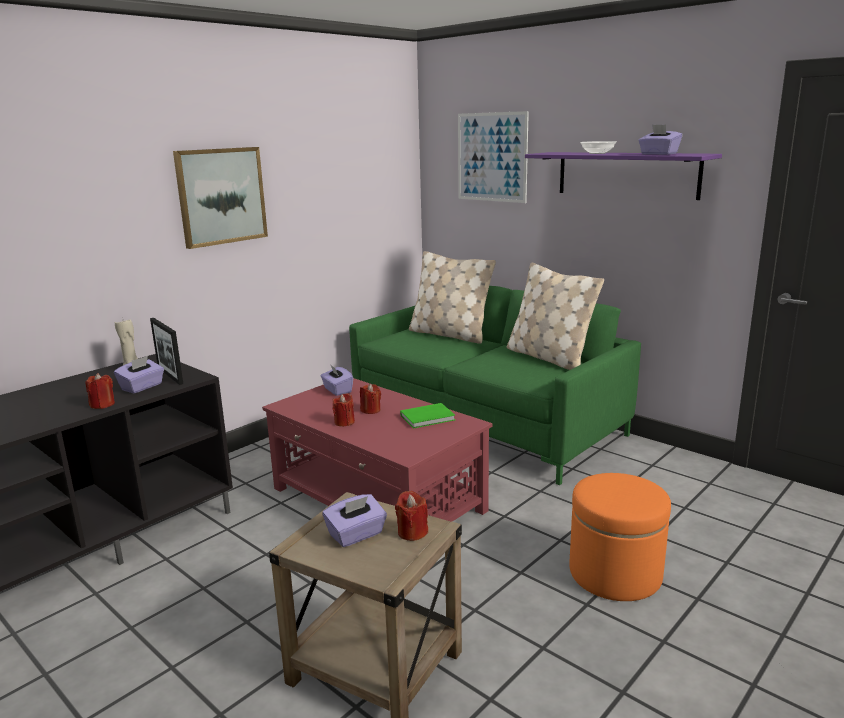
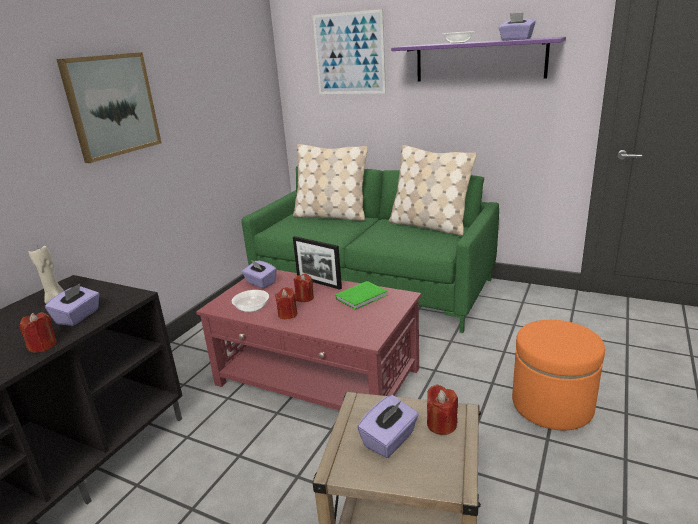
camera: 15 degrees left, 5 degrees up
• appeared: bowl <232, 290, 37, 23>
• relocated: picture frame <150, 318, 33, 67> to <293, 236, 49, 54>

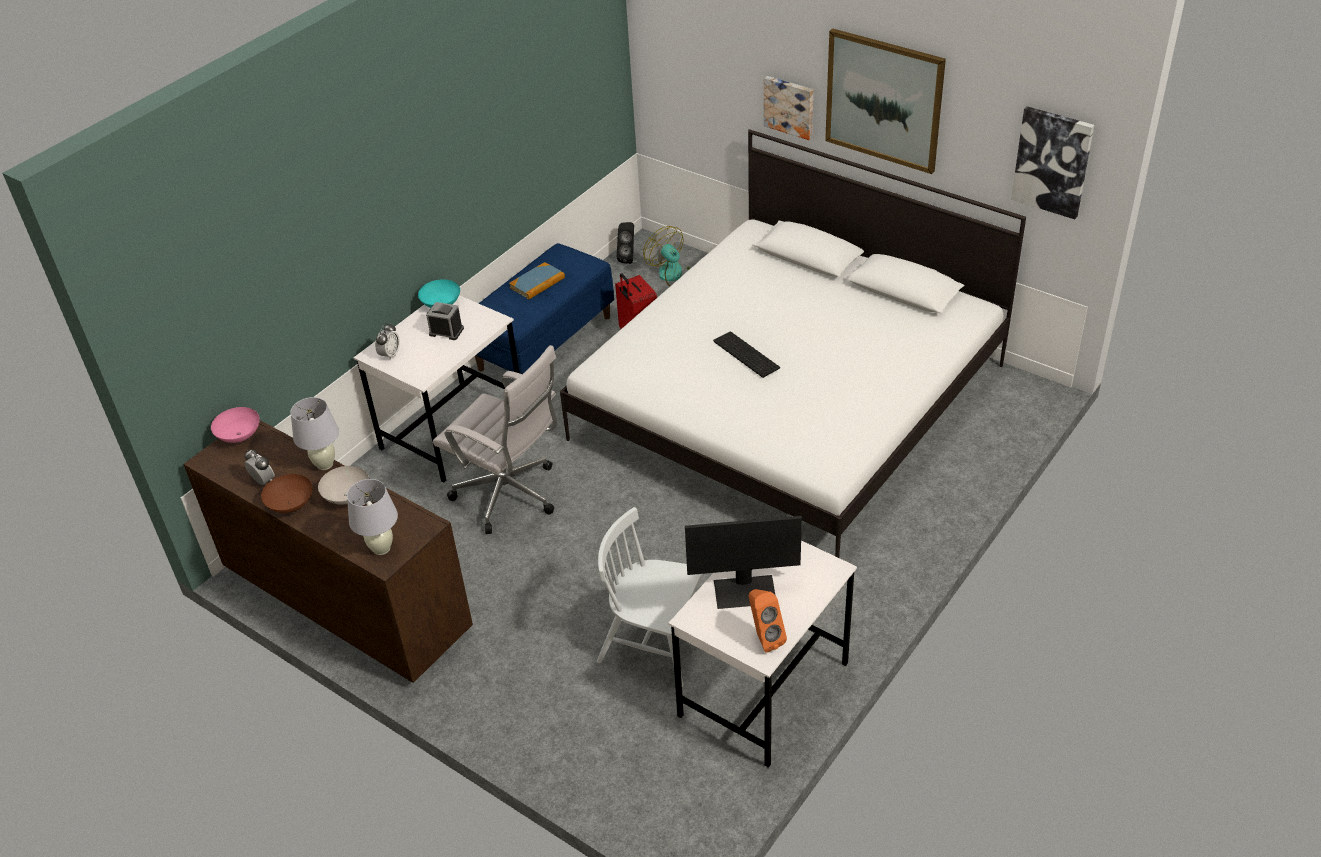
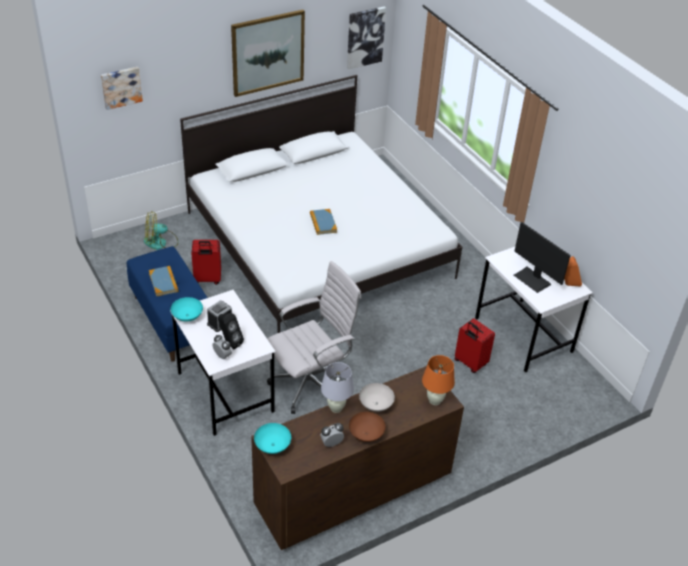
camera: 70 degrees left, 0 degrees up
• relocated: speaker/black <617, 222, 17, 42> to <218, 313, 26, 36>
• relocated: picture <764, 76, 49, 64> to <101, 67, 42, 43>
• exchanged: chair/white <597, 507, 106, 180> to suitcase/red <454, 318, 41, 55>
• exchanged: keyboard <713, 331, 67, 47> to book <310, 209, 27, 26>
• colour: bowl/pink <211, 407, 49, 36> to bowl/turquoise <254, 423, 37, 31>
• colour: table lamp/white <347, 479, 51, 76> to table lamp/orange <422, 355, 33, 50>
• spun: monitor <685, 516, 117, 93> = <514, 222, 56, 71> 120 degrees clockwise

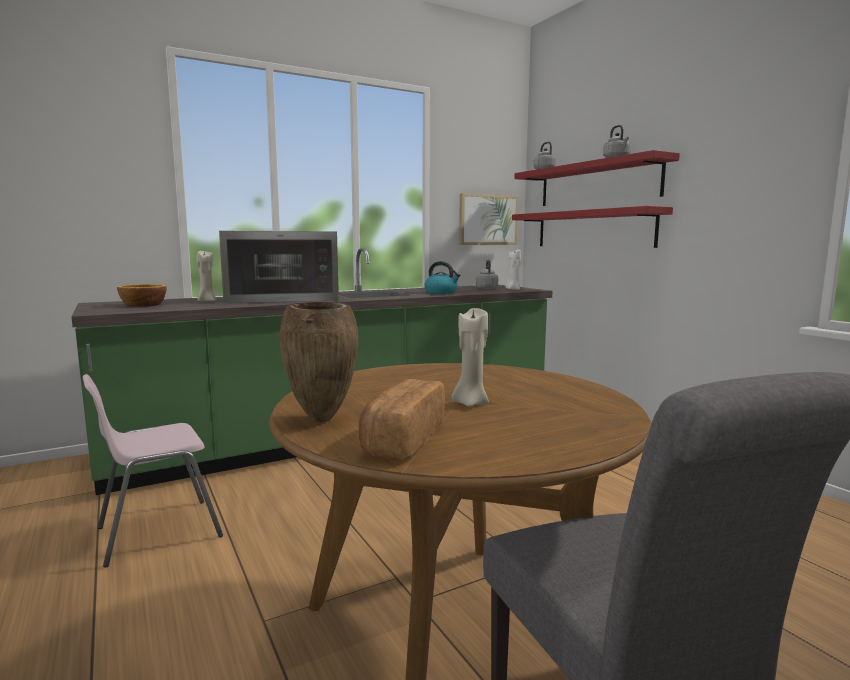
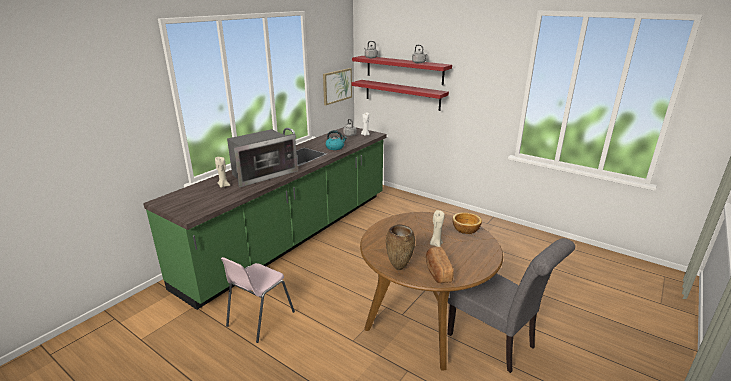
camera: 25 degrees left, 15 degrees up
• relocated: bowl <117, 284, 50, 23> to <452, 212, 30, 22>

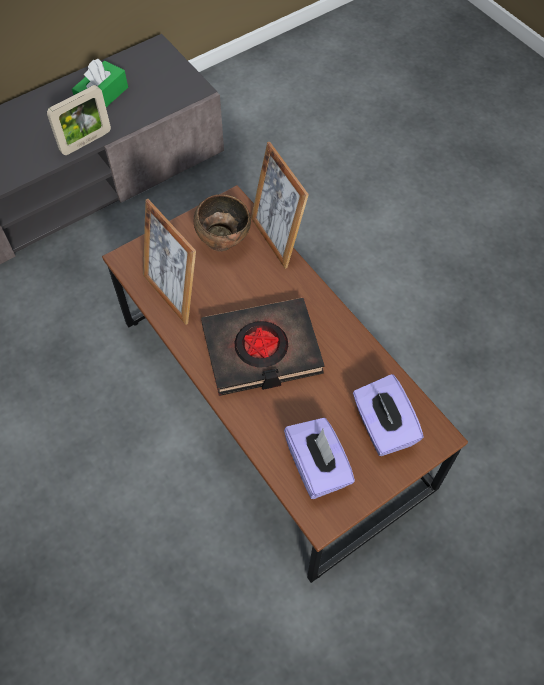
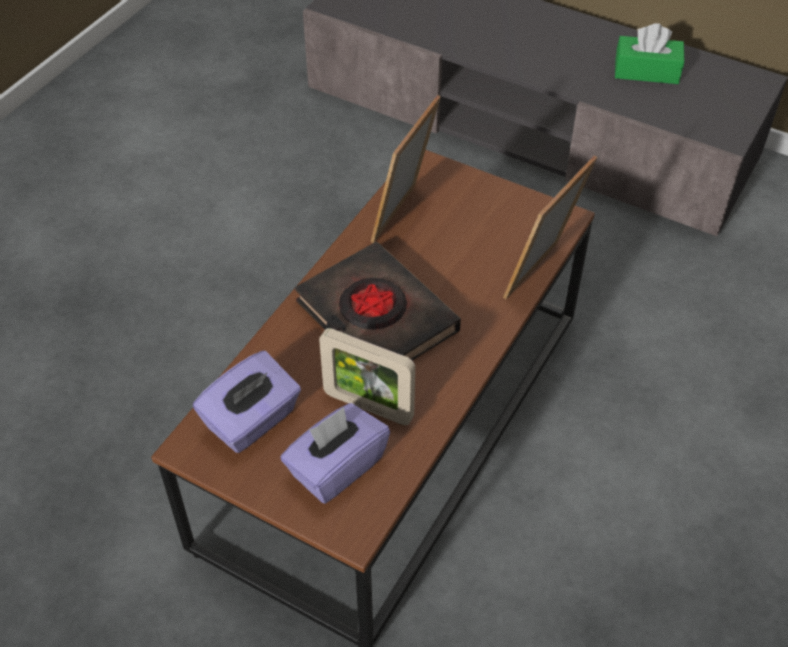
camera: 65 degrees right, 10 degrees down
• missing: bowl/brown <193, 194, 58, 58>
• relocated: picture frame <47, 85, 64, 70> to <319, 328, 96, 97>

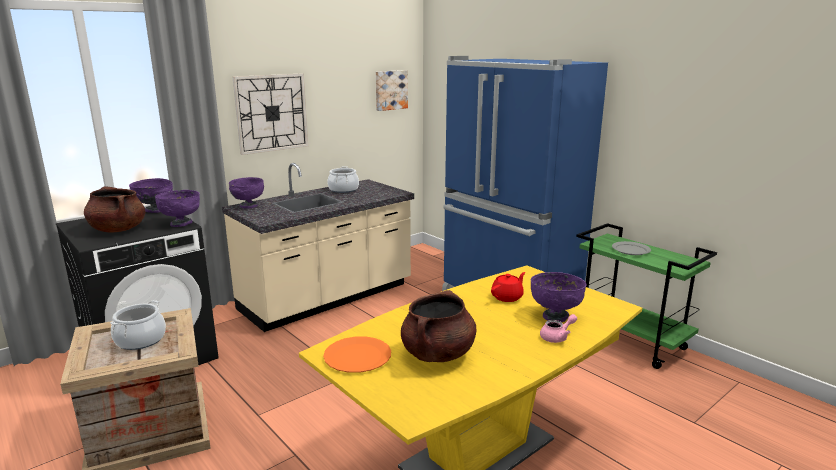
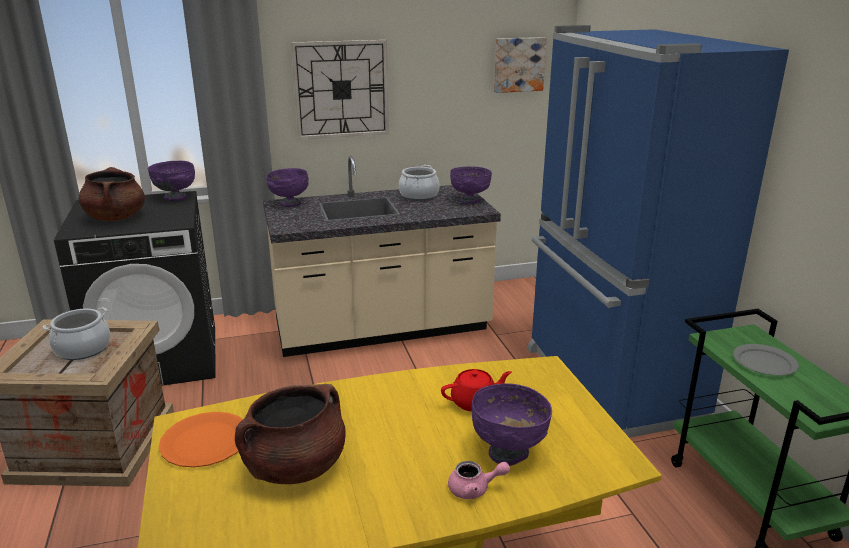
camera: 25 degrees right, 5 degrees up
• relocated: bowl/purple <155, 190, 45, 37> to <450, 166, 42, 38>

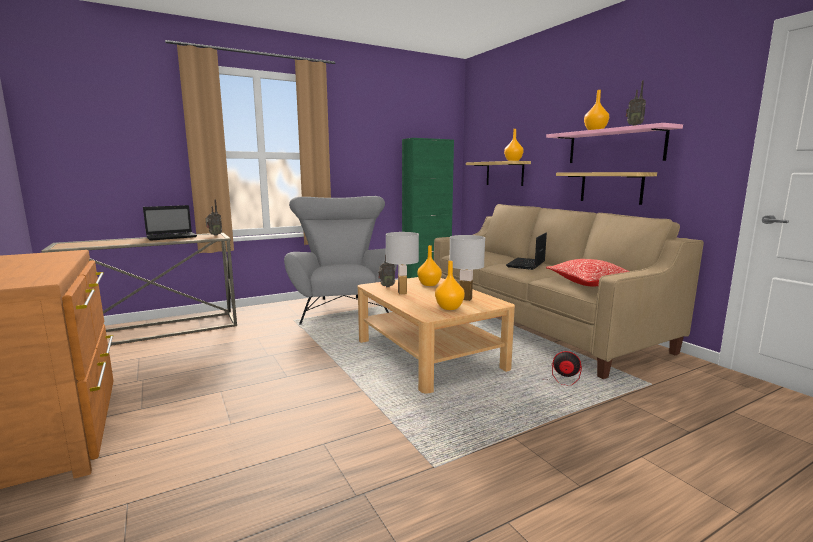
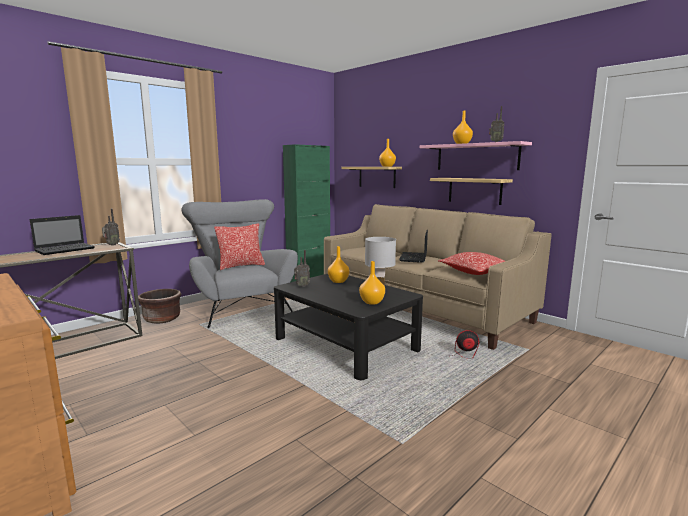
camera: 15 degrees left, 0 degrees up
• missing: table lamp/white <386, 232, 33, 62>
• appeared: planter/brown <138, 289, 43, 35>
• appeared: pillow <214, 223, 51, 47>
• colour: coffee table/beige <358, 277, 157, 117> to coffee table/black <274, 274, 149, 106>

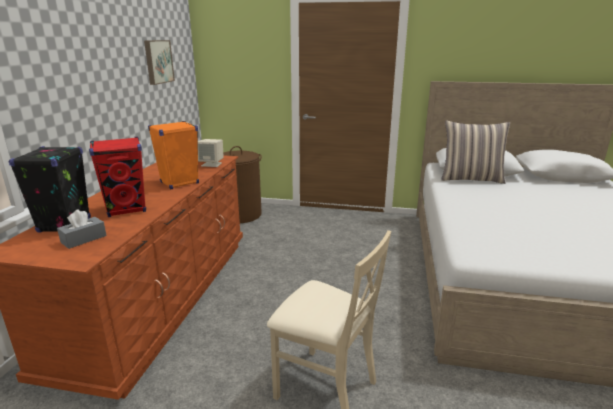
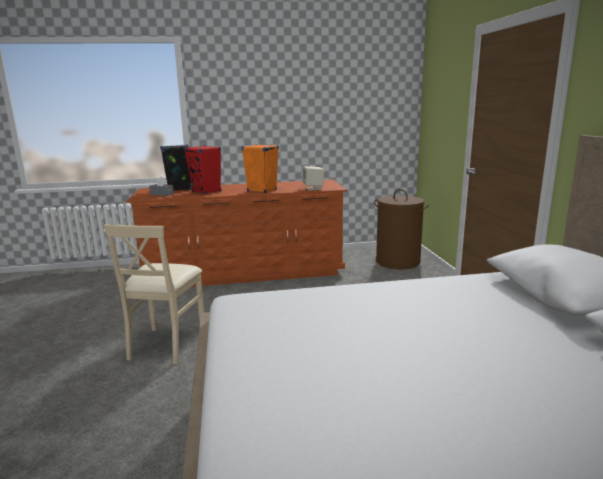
camera: 70 degrees right, 5 degrees down
• missing: picture <144, 40, 31, 45>
• missing: pillow <442, 120, 68, 64>

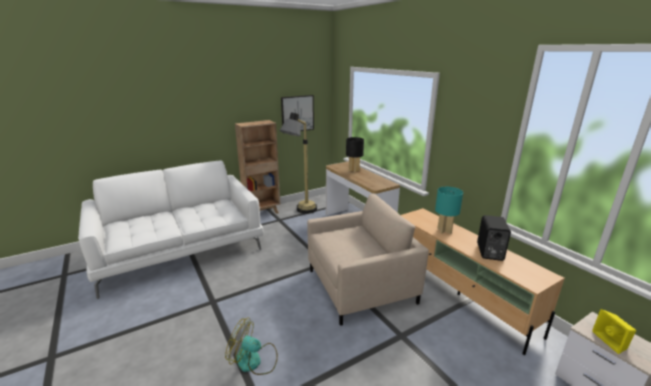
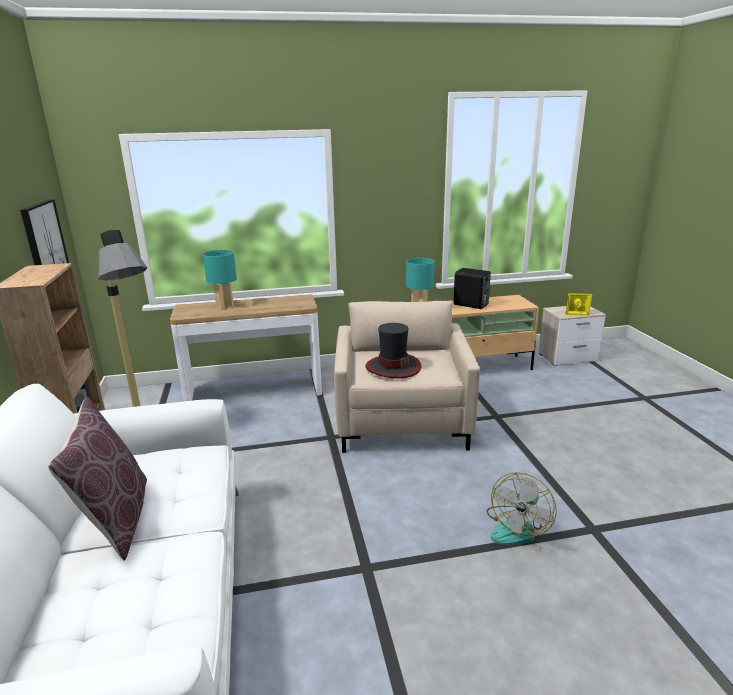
camera: 70 degrees left, 0 degrees up
• appeared: pillow/brown <48, 397, 99, 164>
• appeared: hat <365, 323, 56, 56>
• colour: table lamp/black <346, 137, 18, 36> to table lamp/turquoise <203, 250, 34, 60>

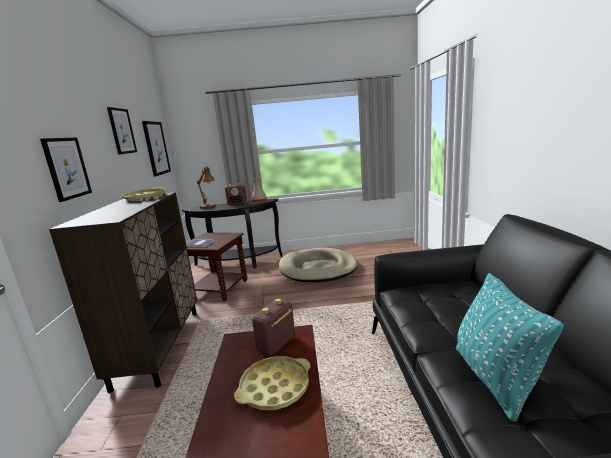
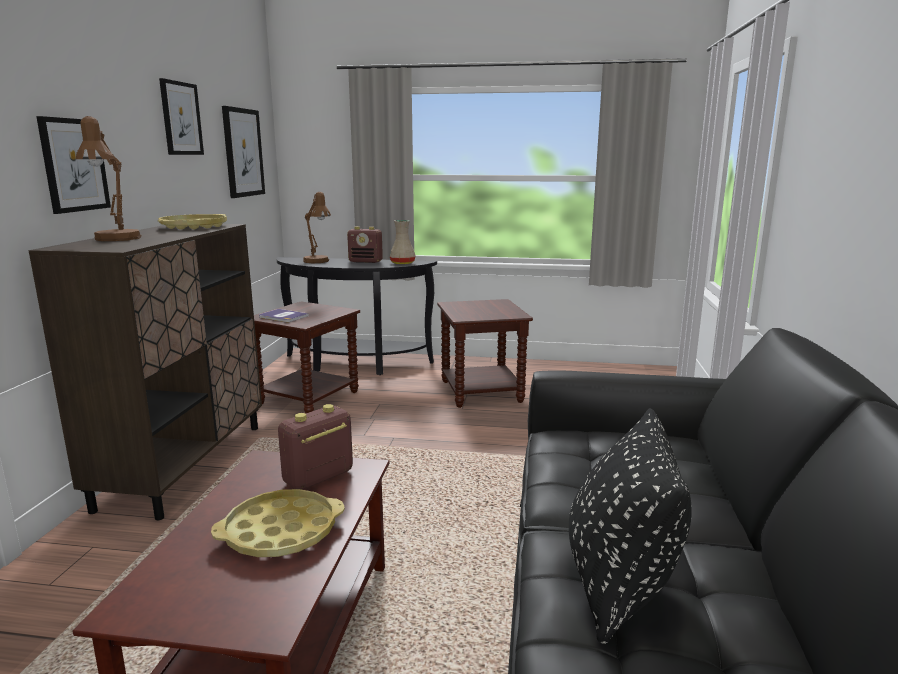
camera: 10 degrees right, 0 degrees up
• appeared: table lamp/brown <76, 116, 65, 125>
• exchanged: dog bed/beige <279, 248, 79, 34> to side table/brown <437, 299, 96, 109>
• colour: pillow/turquoise <456, 273, 108, 149> to pillow/black <569, 408, 123, 236>

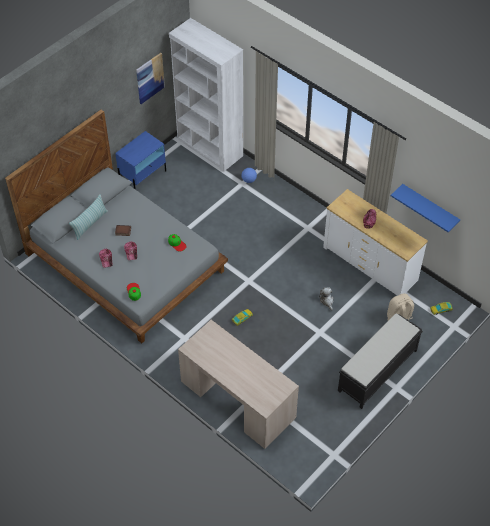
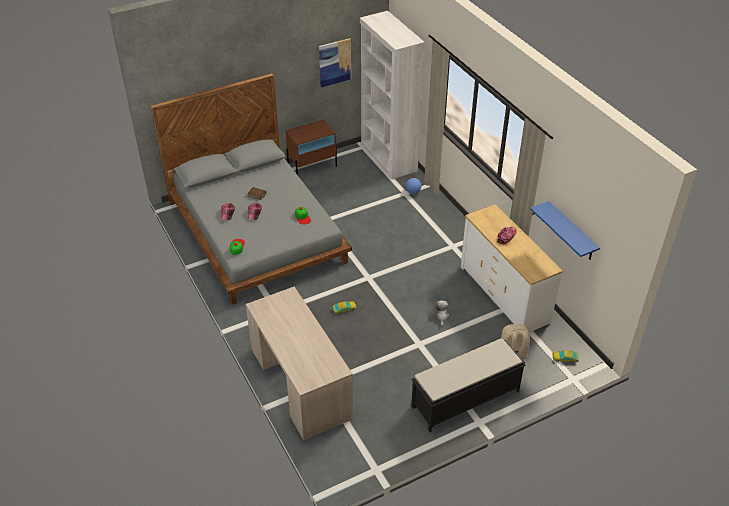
camera: 20 degrees right, 10 degrees down
• missing: pillow <69, 194, 39, 46>
• colour: nightstand/blue <115, 131, 51, 59> to nightstand/brown <286, 120, 51, 55>

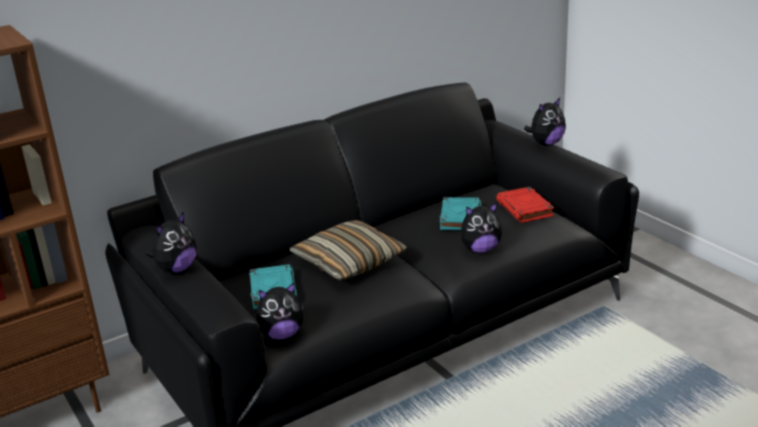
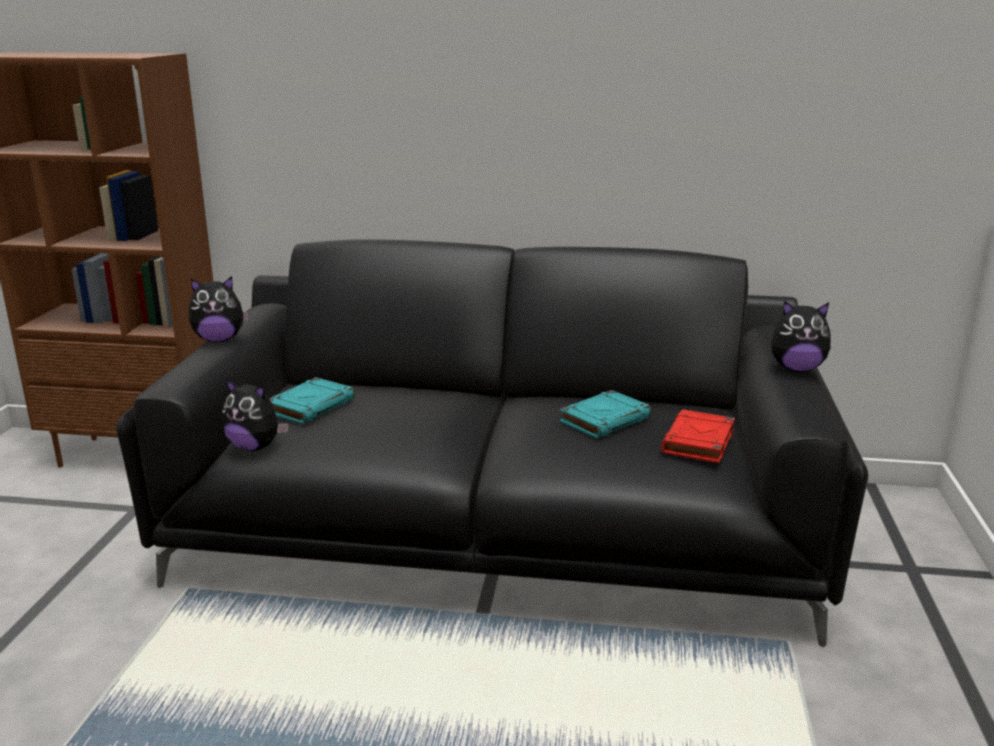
camera: 40 degrees right, 5 degrees down
• missing: pillow <290, 220, 117, 61>
• missing: plush toy <461, 202, 41, 51>

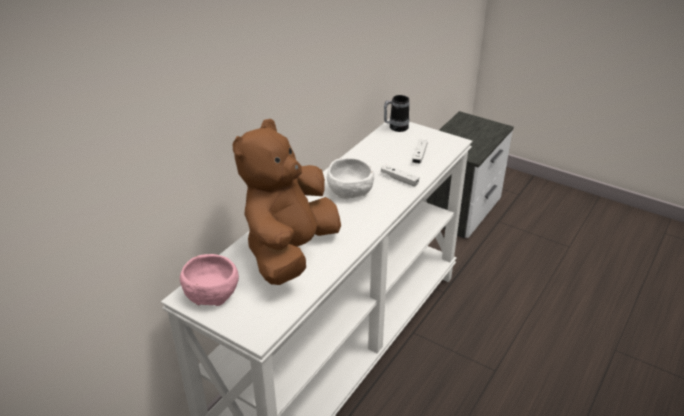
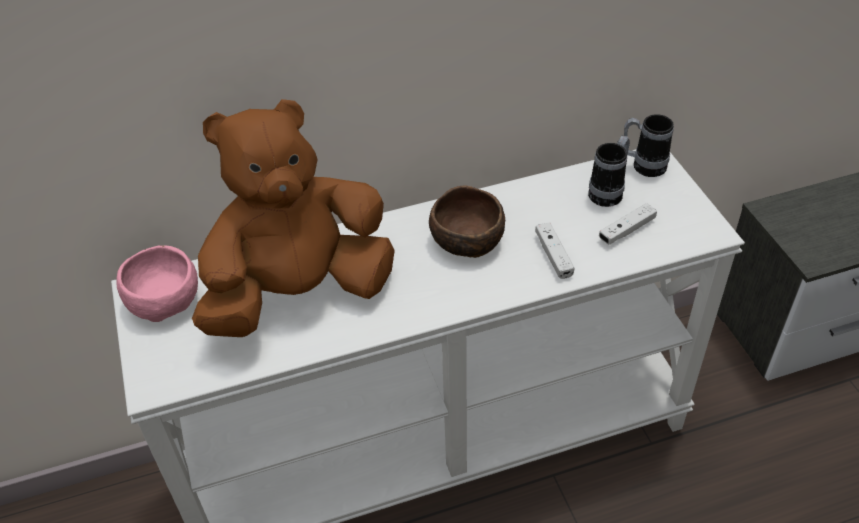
camera: 40 degrees right, 10 degrees up
• appeared: mug <588, 136, 42, 71>
• colour: bowl/white <327, 158, 47, 41> to bowl/brown <429, 186, 76, 72>

